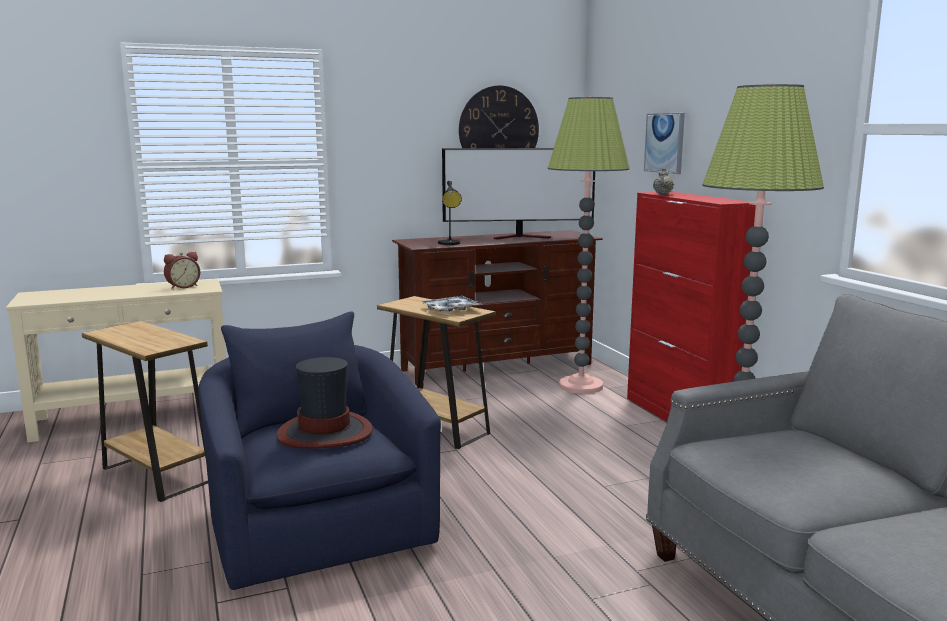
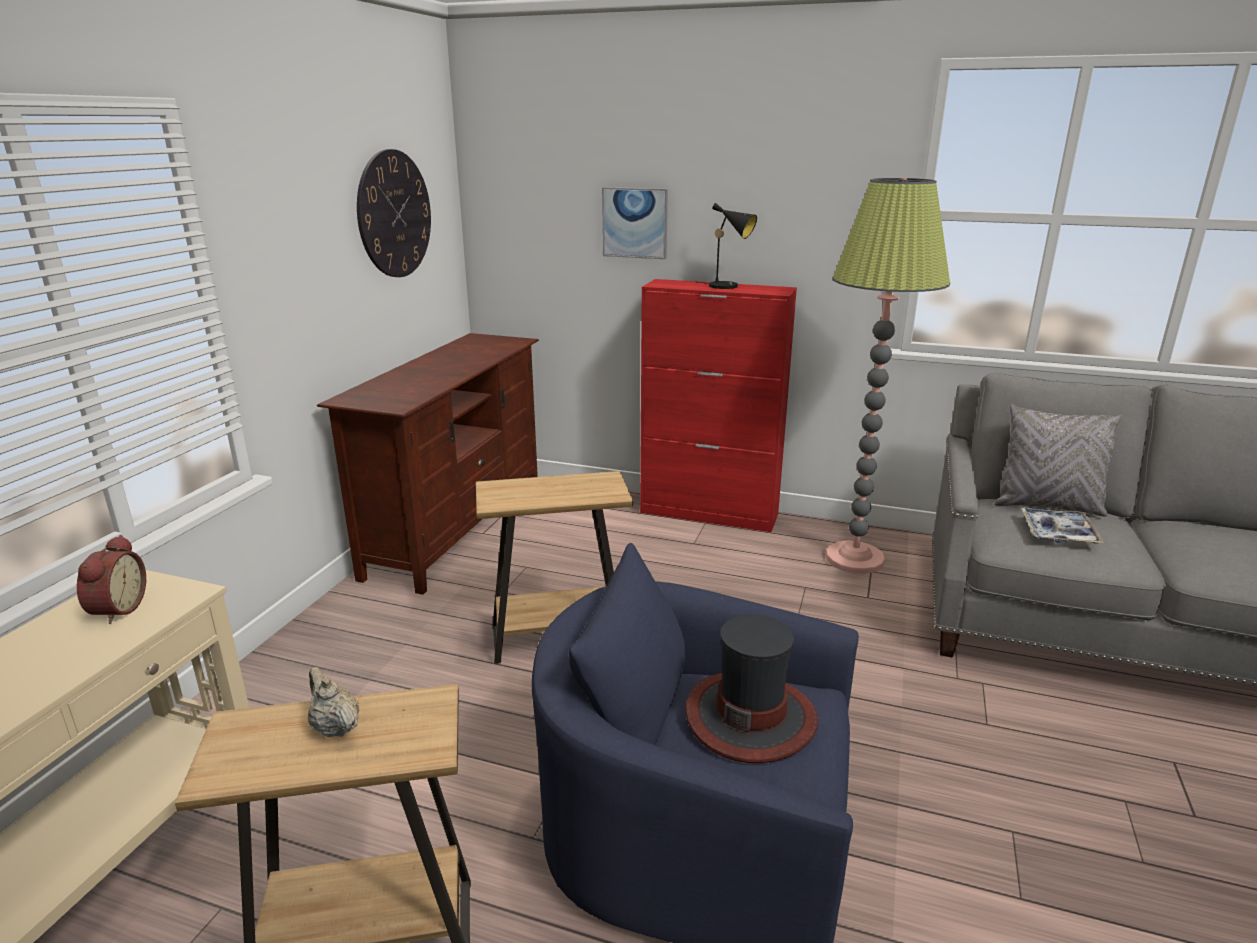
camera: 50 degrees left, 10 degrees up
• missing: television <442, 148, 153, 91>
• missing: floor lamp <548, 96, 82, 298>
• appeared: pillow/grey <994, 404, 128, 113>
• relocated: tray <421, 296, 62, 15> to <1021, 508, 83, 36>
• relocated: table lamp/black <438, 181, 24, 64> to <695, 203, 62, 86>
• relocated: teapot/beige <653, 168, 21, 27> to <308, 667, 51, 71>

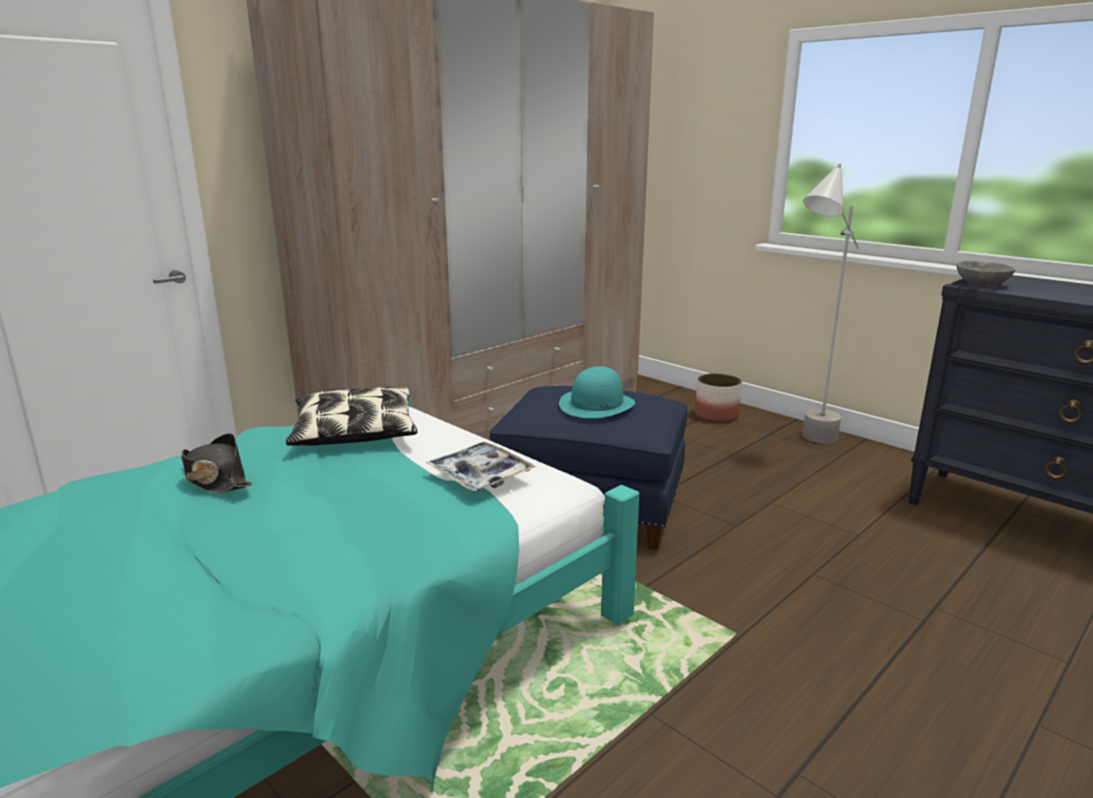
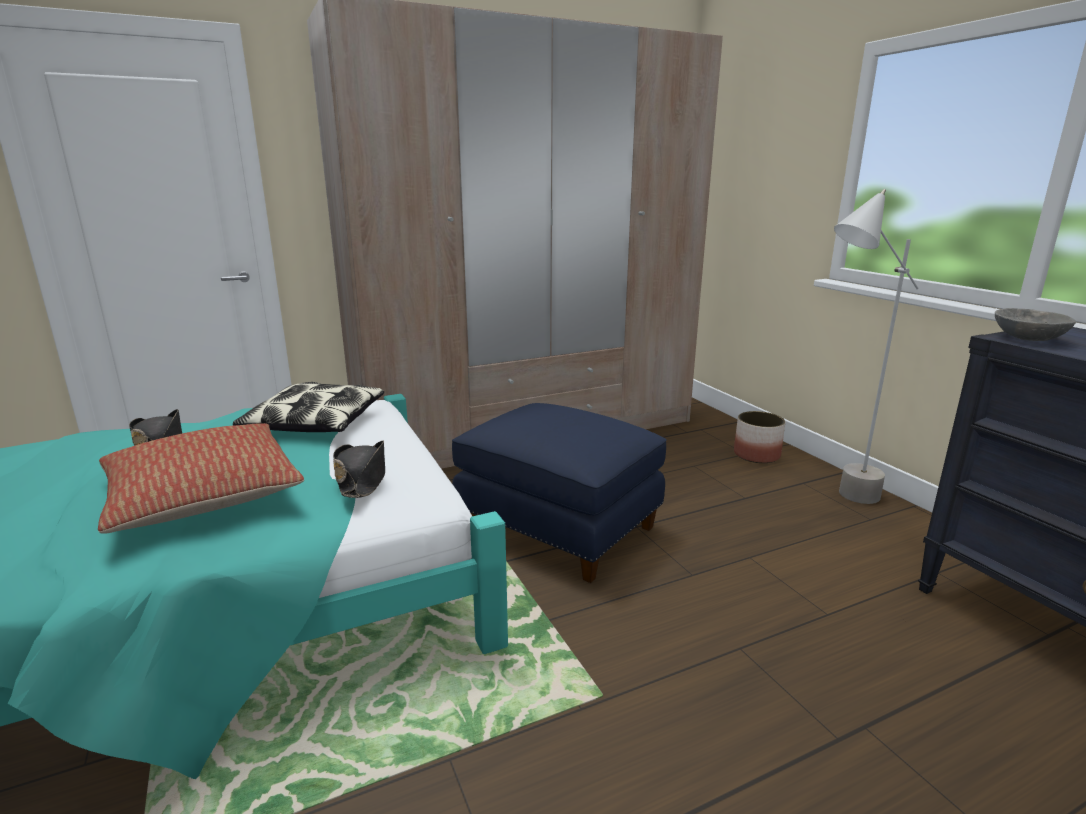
camera: 20 degrees right, 0 degrees up
• missing: hat/turquoise <559, 366, 76, 52>
• appeared: pillow <98, 423, 206, 110>
• exchanged: tray <426, 442, 110, 49> to hat/black <333, 441, 52, 57>

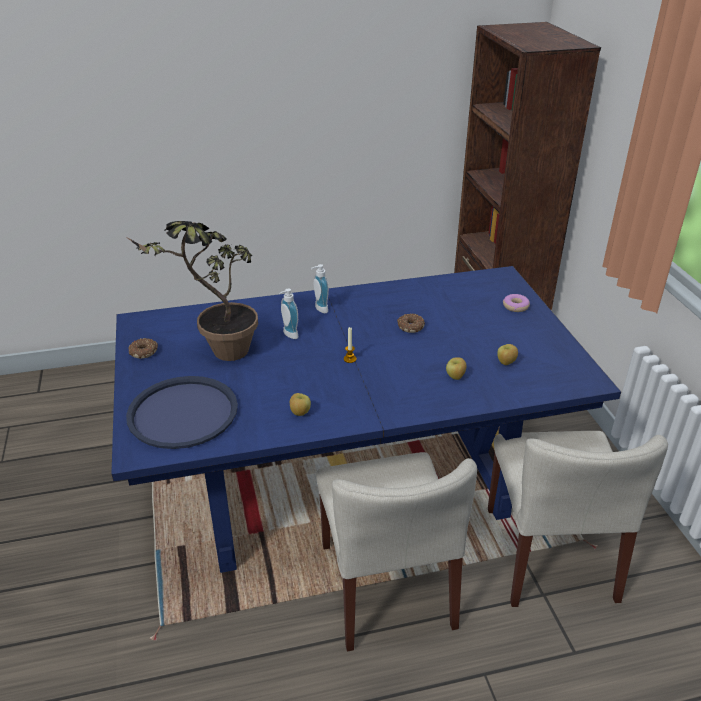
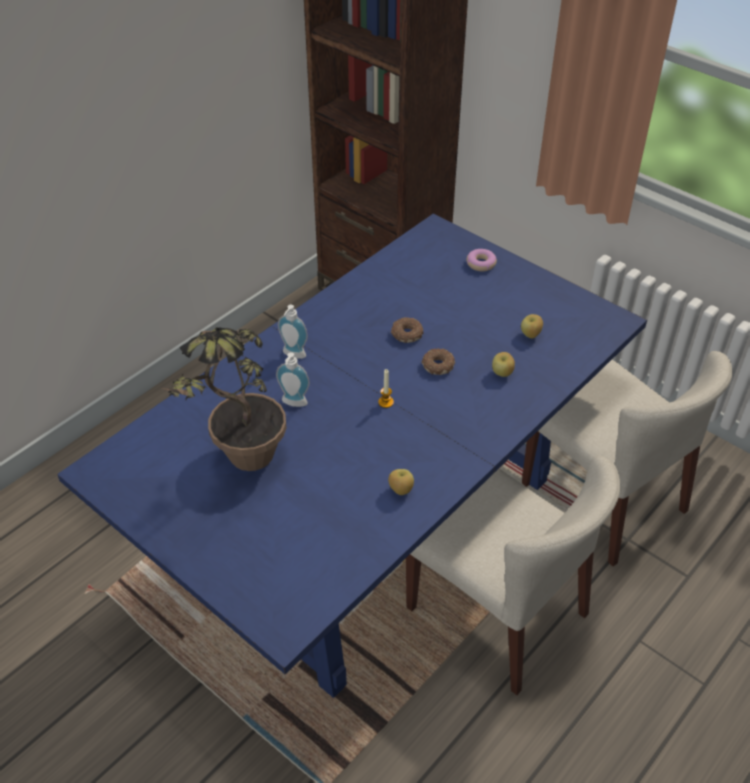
camera: 35 degrees left, 10 degrees up
• missing: tray/blue <126, 376, 112, 73>
• relocated: donut <129, 338, 29, 21> to <421, 348, 34, 27>

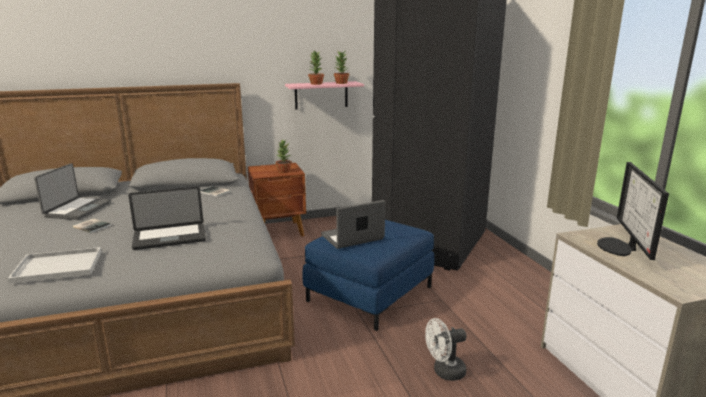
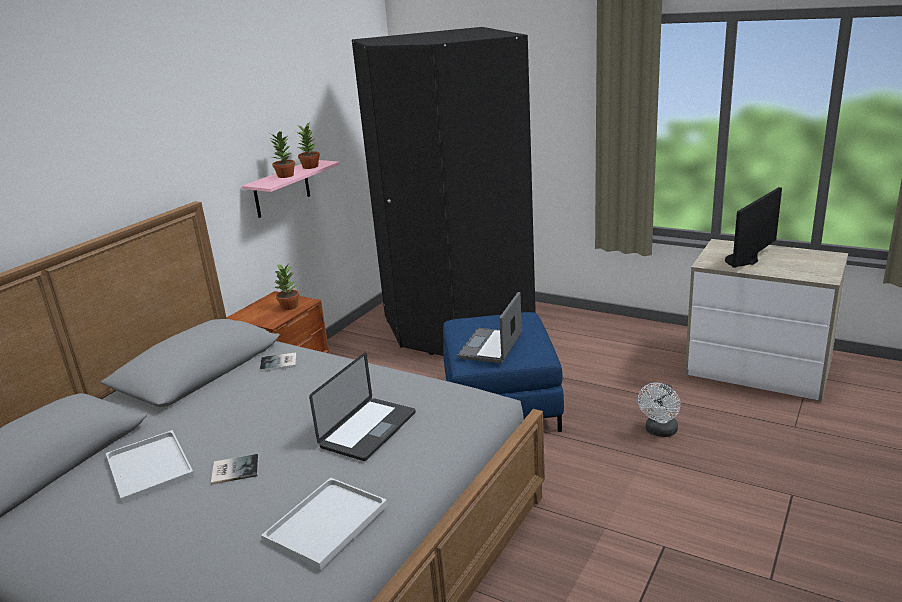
camera: 40 degrees left, 5 degrees up
• exchanged: laptop <34, 163, 77, 57> to tray/white <106, 430, 89, 74>
• spun: monitor <597, 162, 72, 98> = <725, 187, 57, 81> 75 degrees clockwise

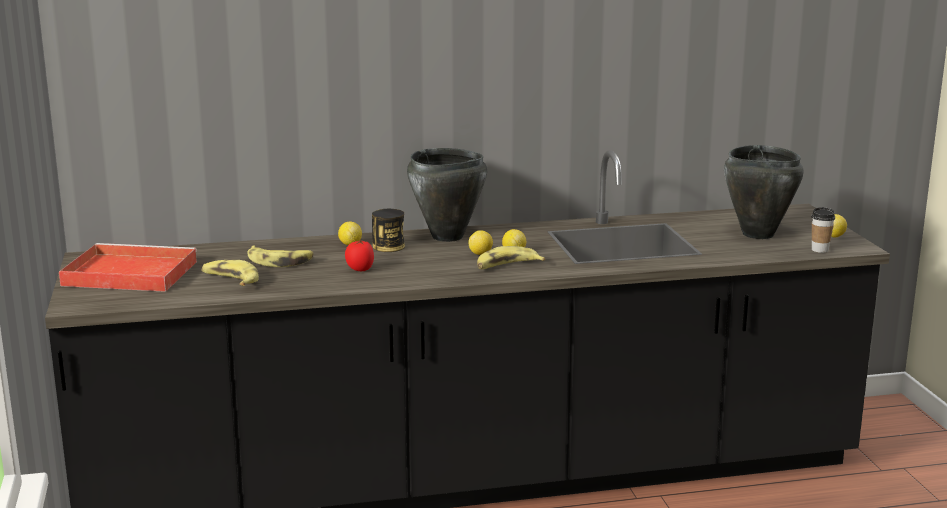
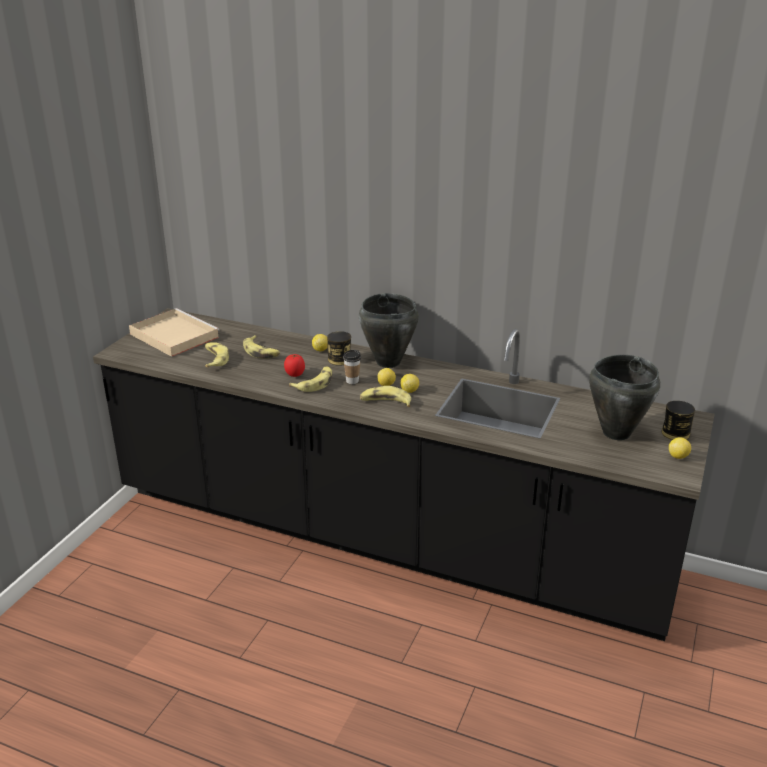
camera: 35 degrees right, 10 degrees up
• appeared: banana <289, 366, 43, 26>
• appeared: can <662, 401, 33, 39>
• relocated: cup <811, 207, 24, 46> to <343, 350, 18, 34>
• colour: tray/red <59, 243, 138, 49> to tray/beige <129, 308, 91, 49>

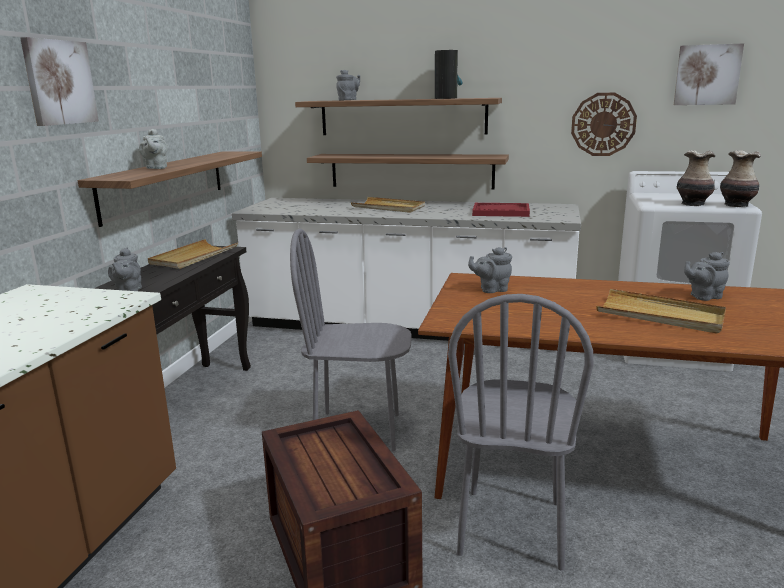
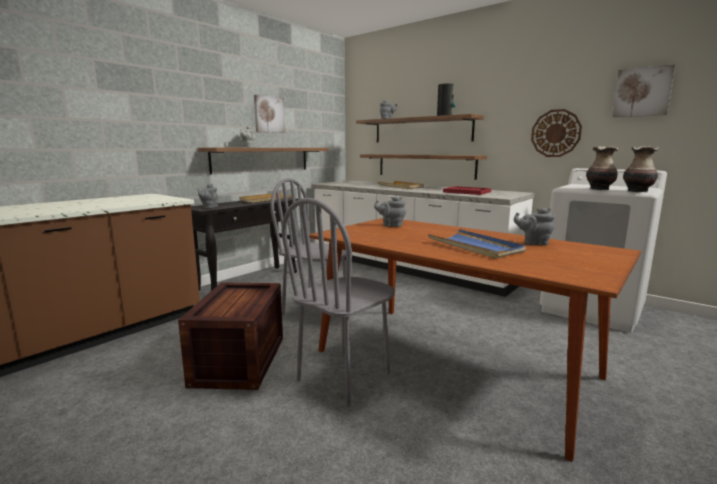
camera: 25 degrees right, 5 degrees down
• relocated: picture <20, 37, 79, 89> to <254, 95, 31, 38>
• colour: tray/beige <596, 289, 130, 45> to tray/blue <428, 229, 98, 30>

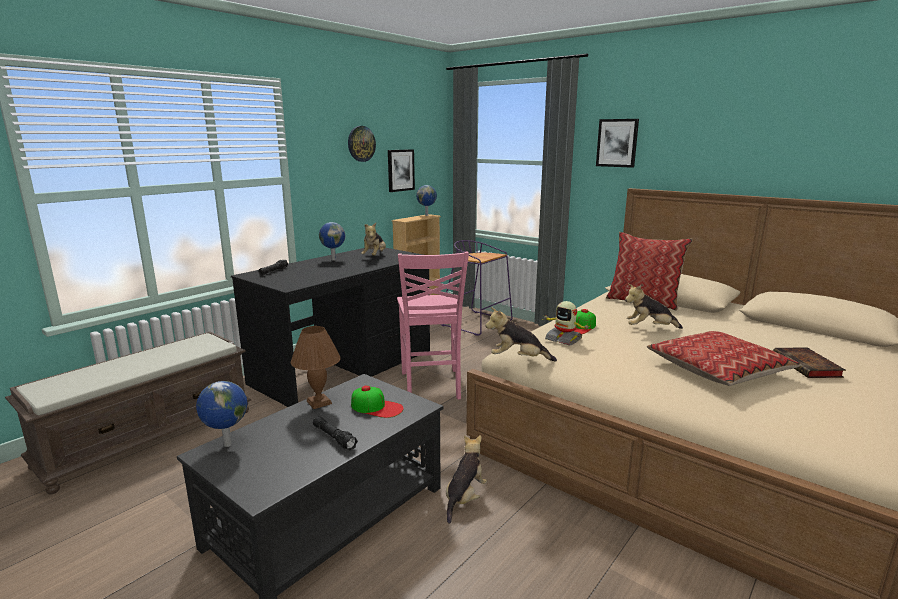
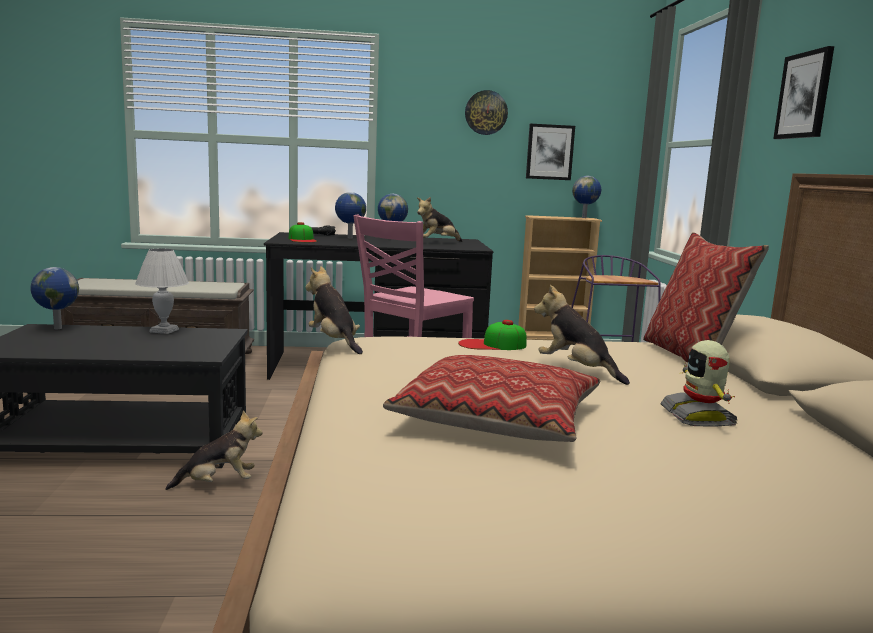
camera: 45 degrees right, 5 degrees down
• missing: flashlight/black <313, 416, 45, 35>
• missing: book <773, 348, 73, 30>
• appeared: globe <335, 192, 31, 46>
• relocated: cap <351, 385, 53, 33> to <289, 222, 28, 20>
• relocated: toy robot <542, 301, 48, 44> to <661, 340, 76, 87>
• colour: table lamp/brown <291, 326, 50, 83> to table lamp/white <135, 249, 54, 85>

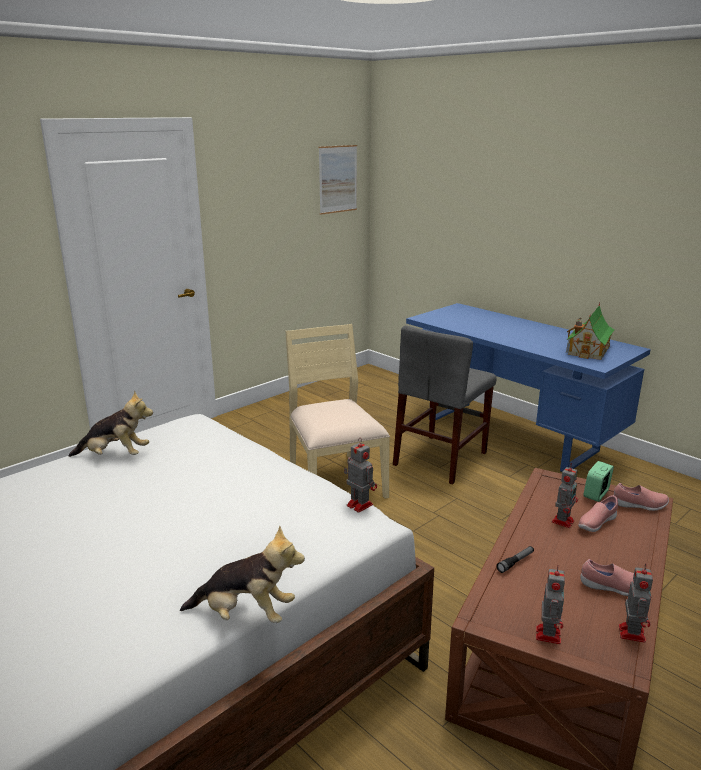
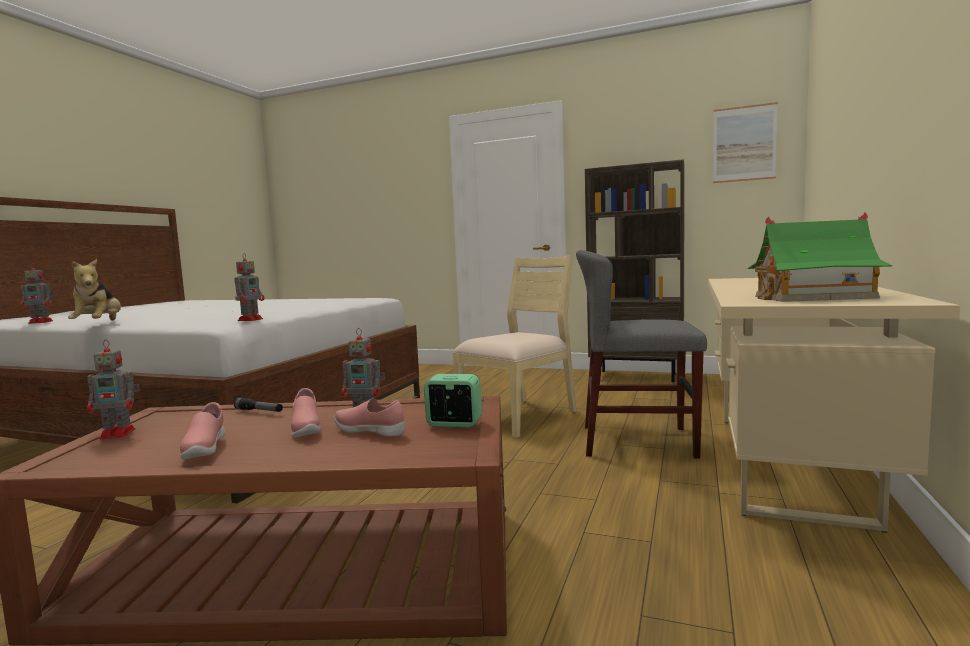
camera: 65 degrees right, 15 degrees down
• missing: plush toy <69, 390, 84, 67>
• appeared: bookcase/brown <585, 159, 100, 223>
• relocated: shoe/pink <613, 483, 56, 28> to <291, 388, 30, 49>
• relocated: toy robot <619, 563, 34, 80> to <21, 263, 34, 61>
• colour: desk/blue <406, 303, 245, 169> to desk/beige <708, 278, 252, 255>

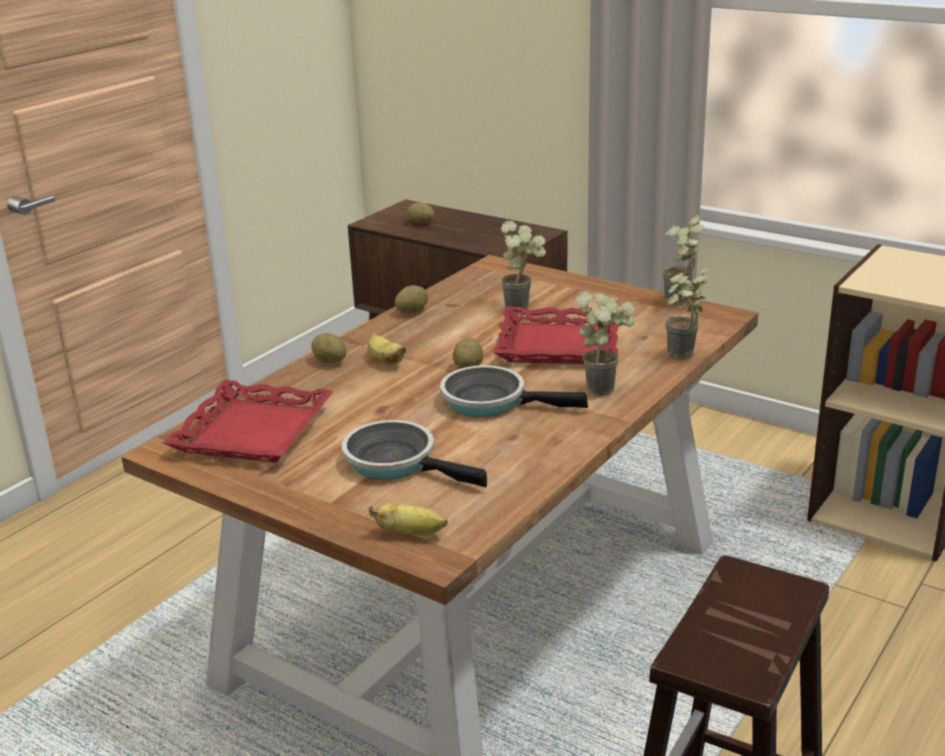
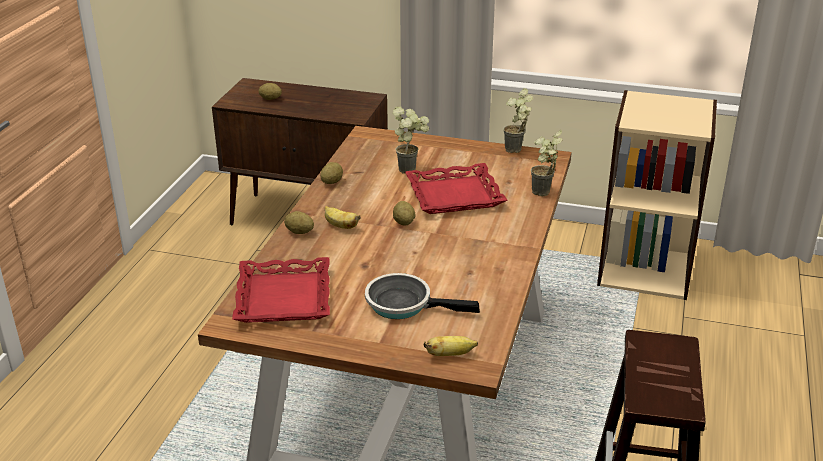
camera: 20 degrees left, 5 degrees up
• missing: frying pan <440, 365, 148, 52>
• missing: potted plant <576, 291, 59, 105>

